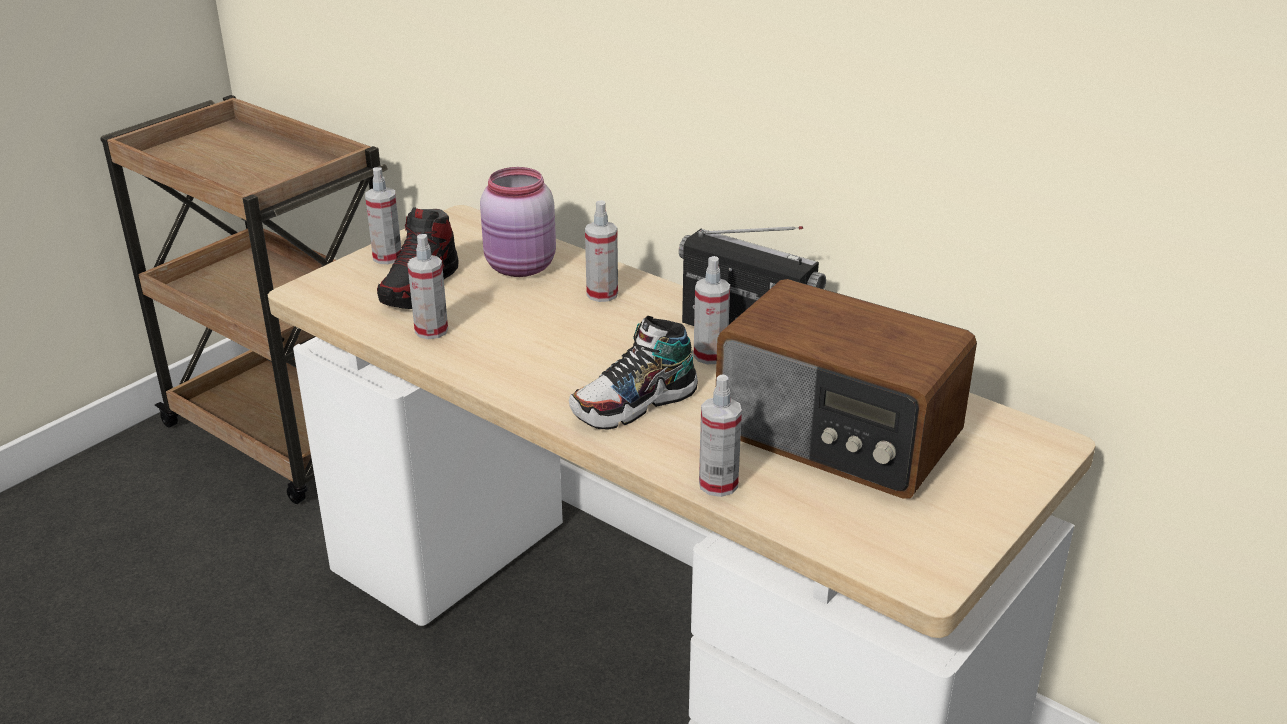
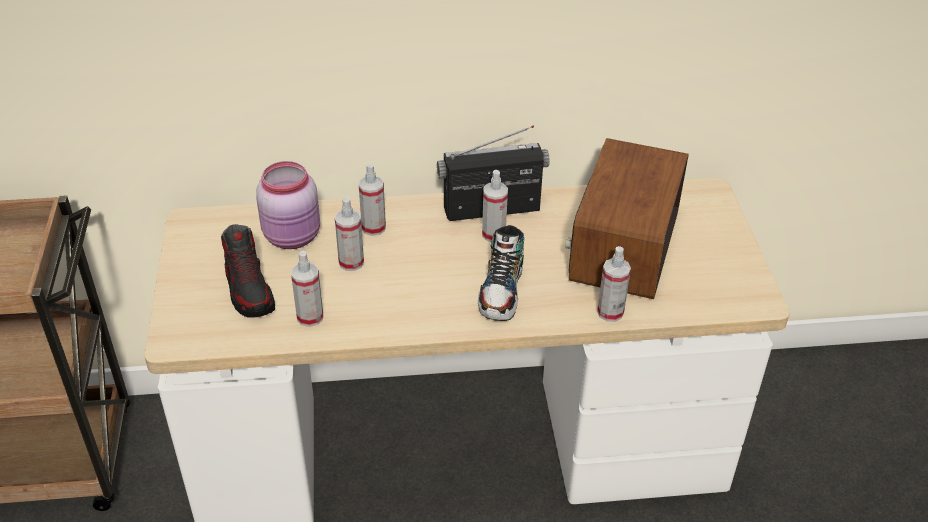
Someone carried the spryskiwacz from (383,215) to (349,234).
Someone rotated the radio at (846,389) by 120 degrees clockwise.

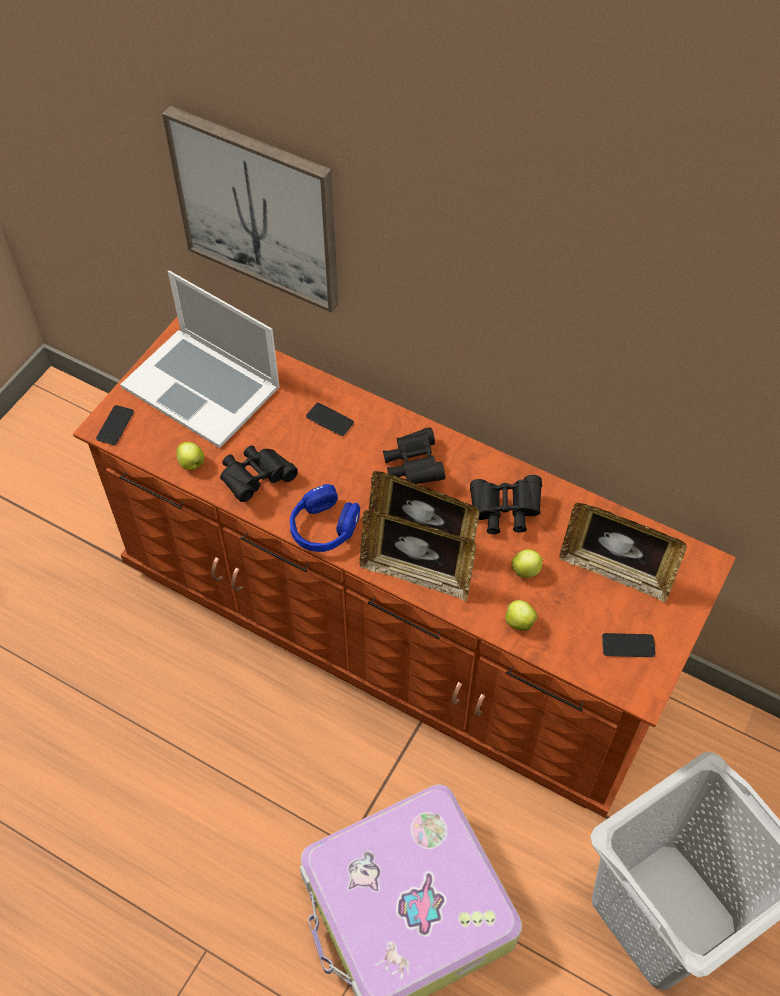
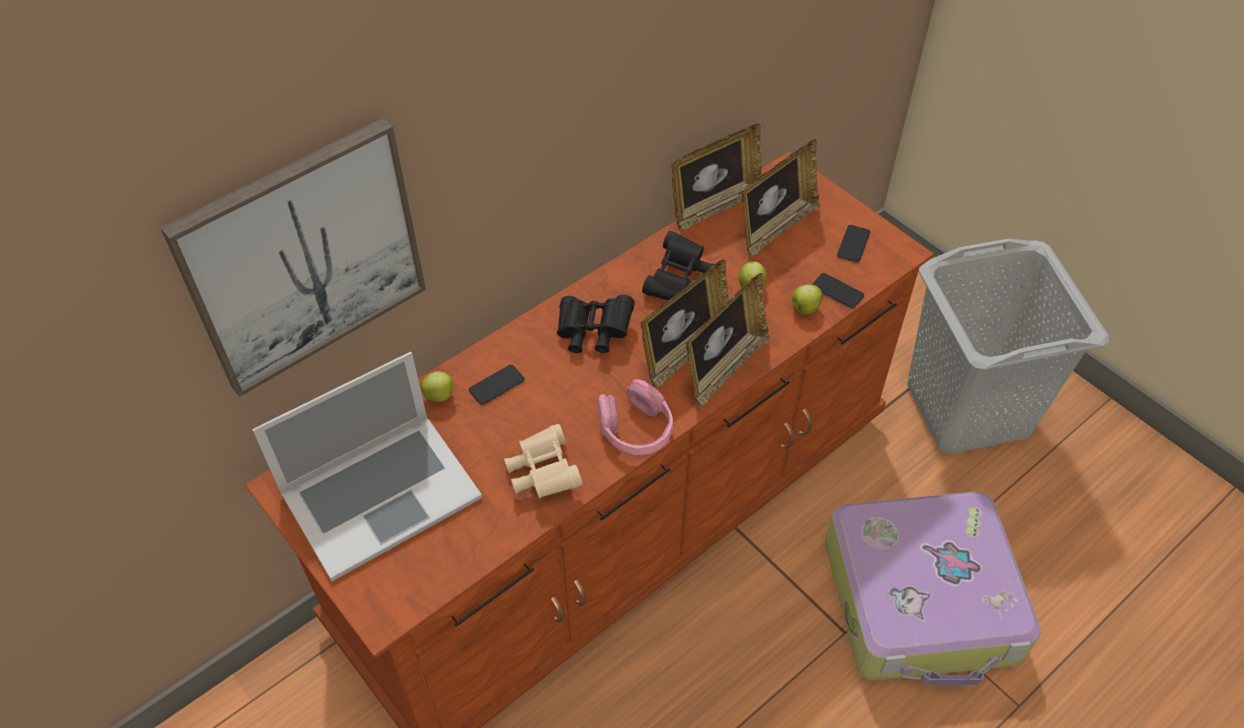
Someone put down the ramka na zdjęcie at (716,177).
Someone carried the telefon from (115,425) to (838,290).
Someone carried the jabłko from (190,456) to (438,386).
Someone repainted the lornetka/czarny at (259,474), which became the lornetka/beżowy at (543,461).
Someone repainted the słuchawki/niebieski at (325,518), which became the słuchawki/różowy at (635,417).

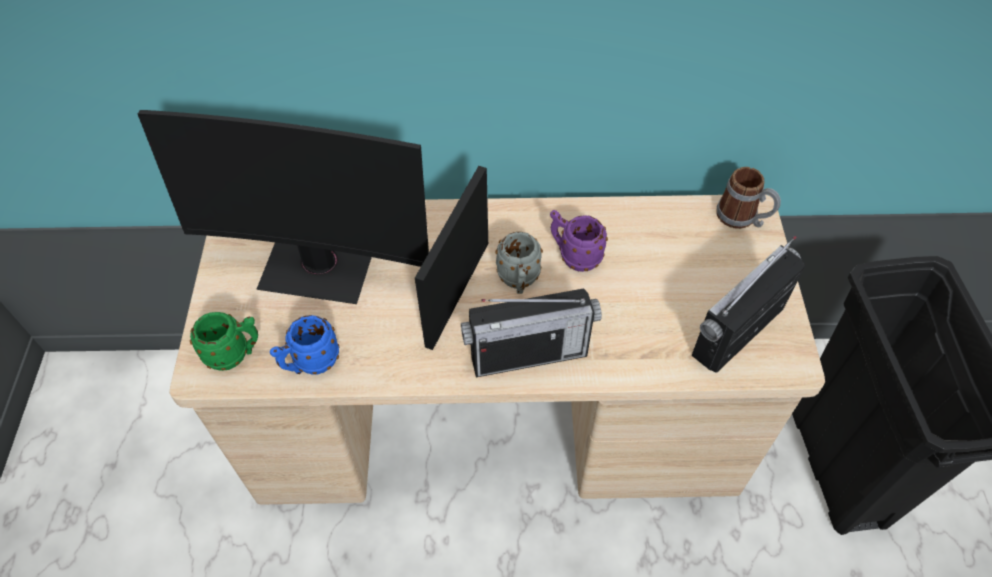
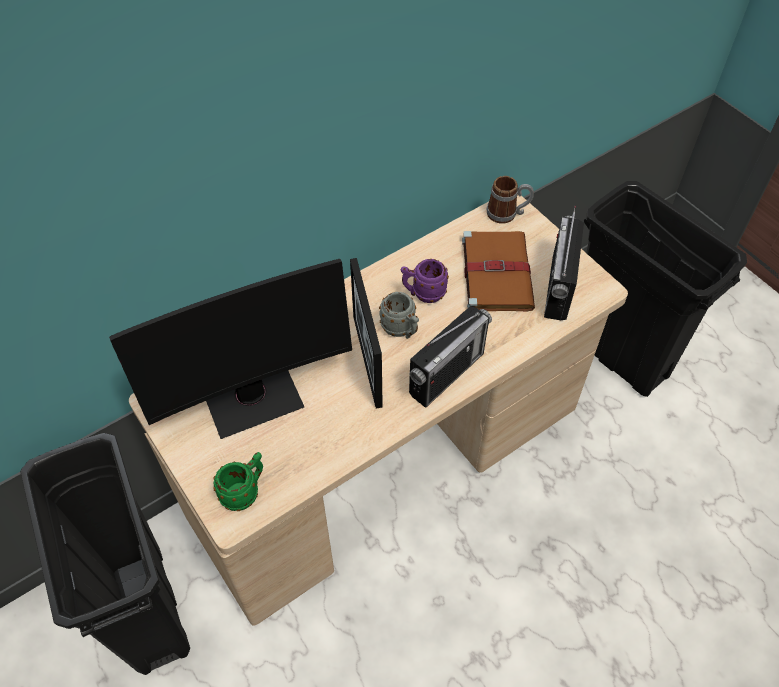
Someone took away the kubek/niebieski at (304,344).
Someone put down the kosz na śmieci/czarny at (105,554).
Someone put down the książka/brązowy at (498,271).

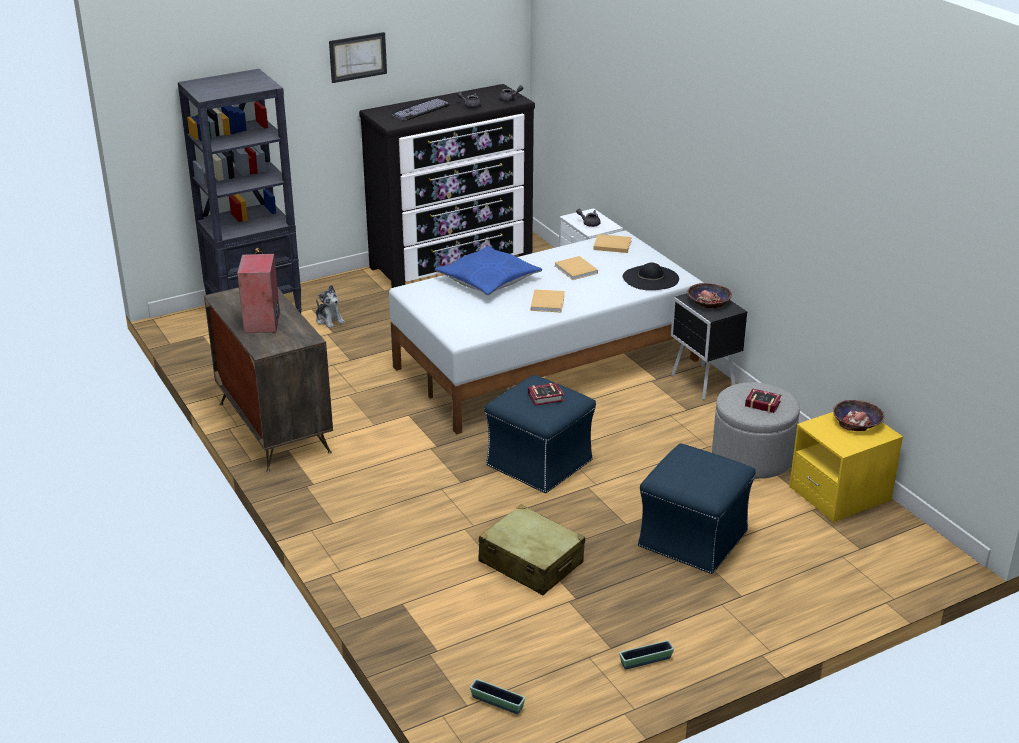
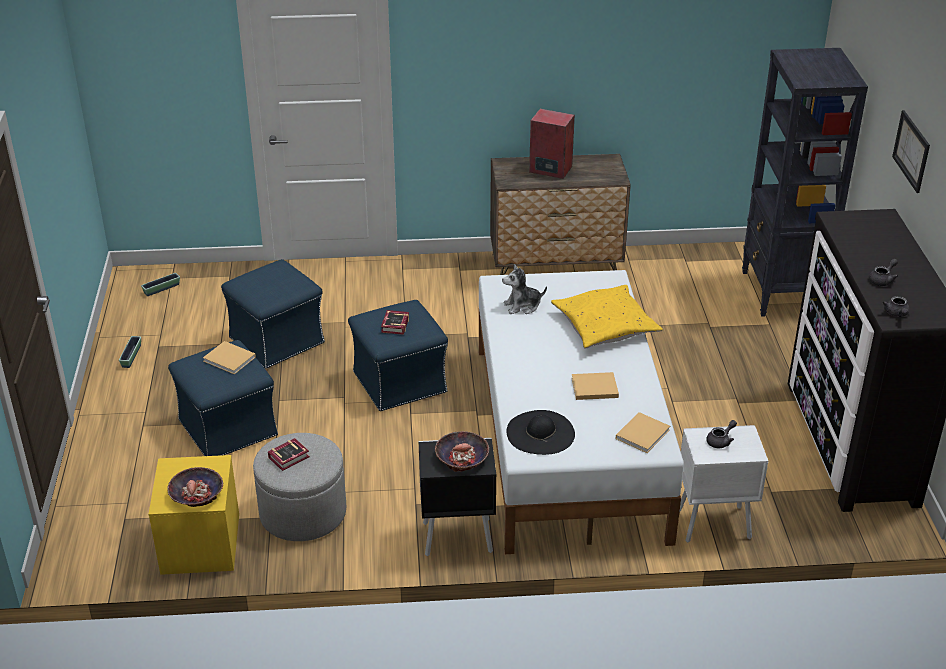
Someone took away the klawiatura at (420,110).
Someone carried the pluszak from (330,306) to (524,289).
Someone carried the książka/beżowy from (548,301) to (229,357).
Someone swapped the walizka/beżowy at (531,550) for the pufa/niebieski at (273,314).
Someone repainted the poduszka/niebieski at (488,270), which became the poduszka/żółty at (607,317).

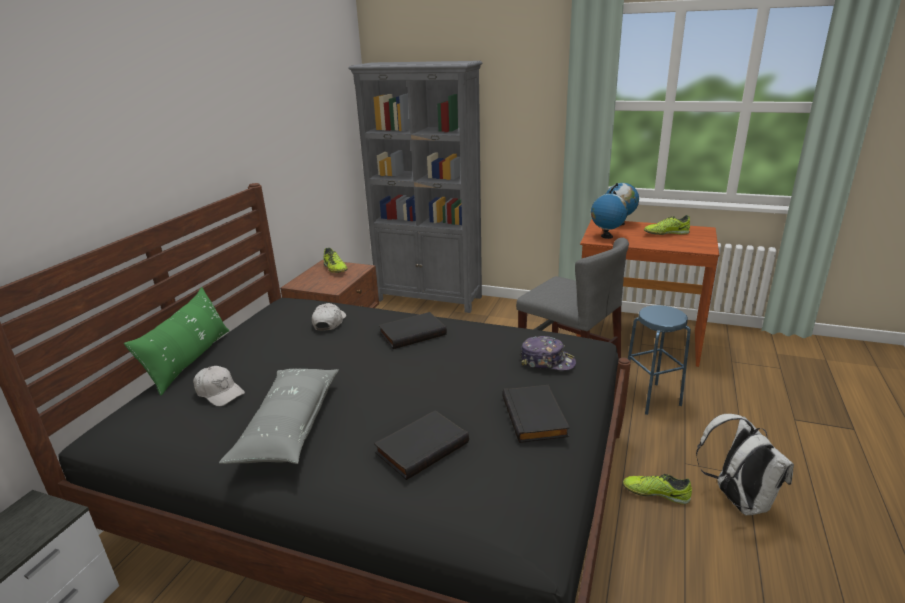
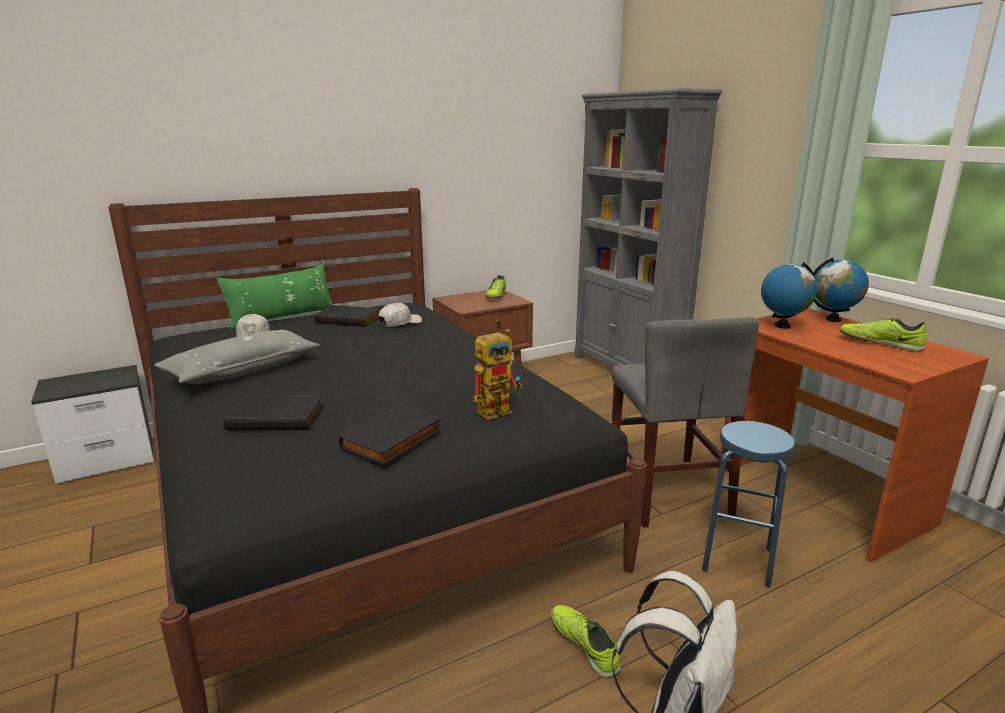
Someone carried the książka/czarny from (413,330) to (347,316).
Someone swapped the czapka z daszkiem at (548,353) for the robot zabawkowy at (497,374).

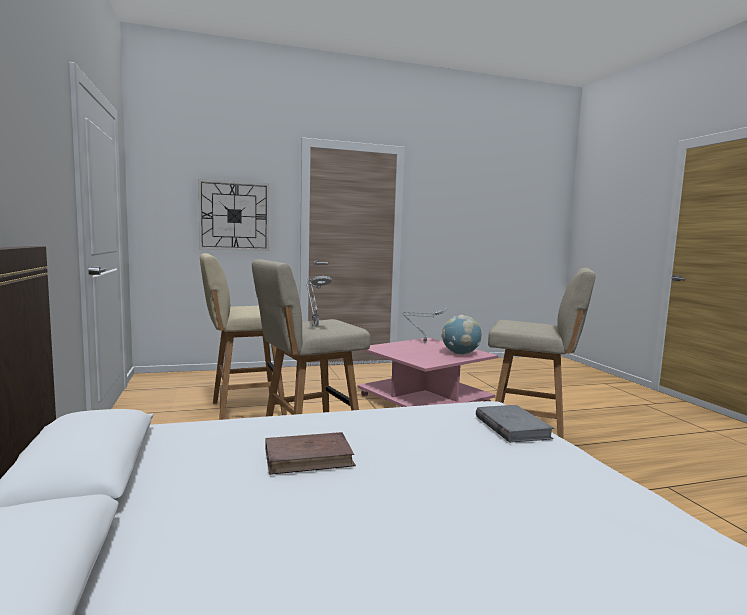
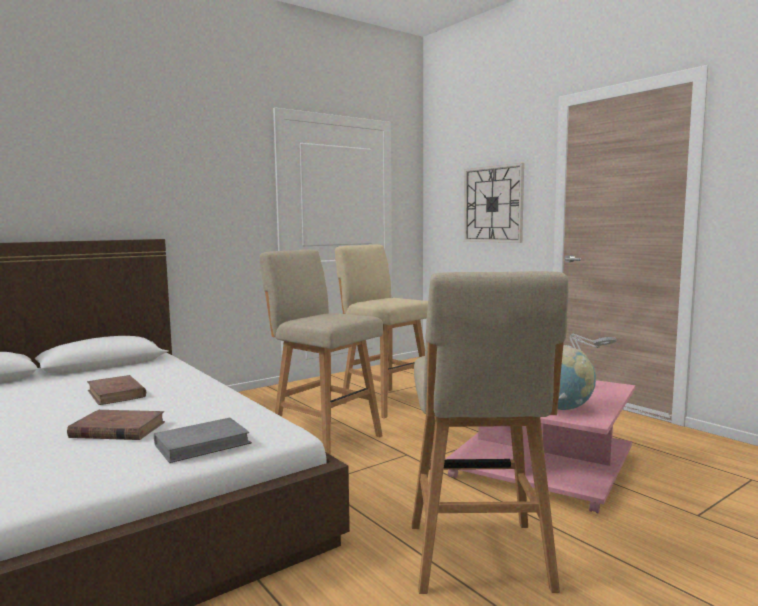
Someone took away the lampa stołowa/szary at (319,301).
Someone put down the książka/brązowy at (116,425).

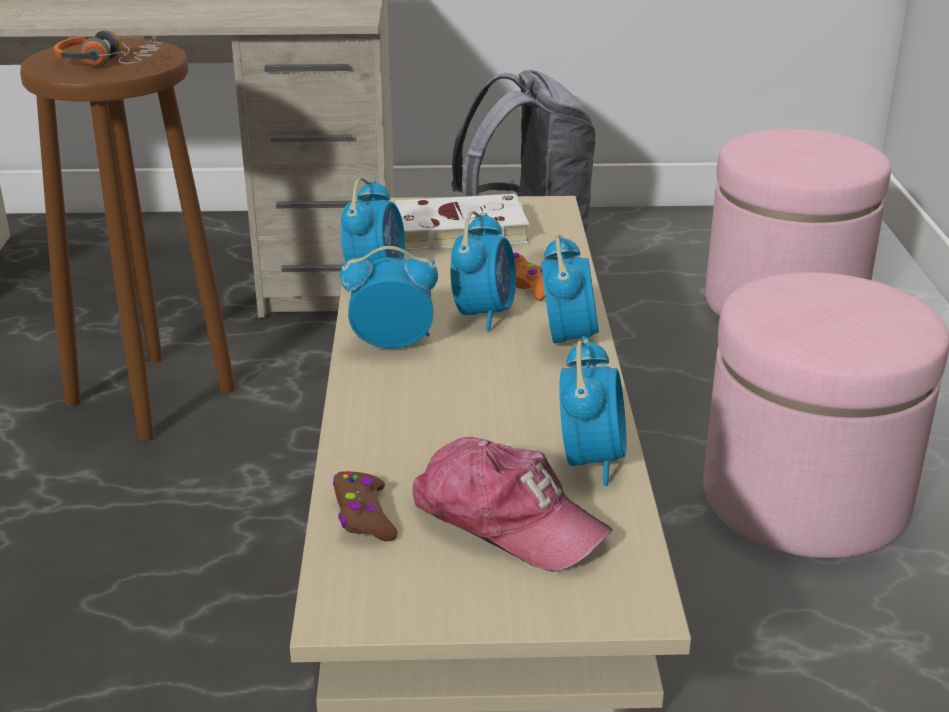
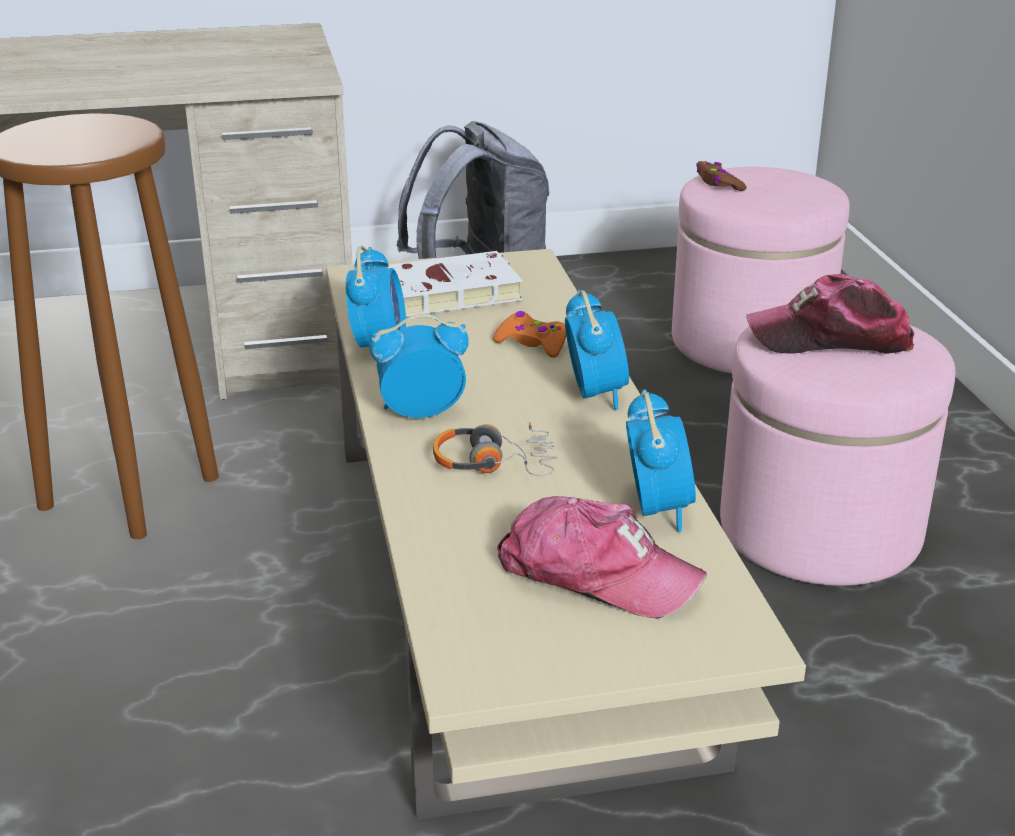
Someone took away the budzik at (483,271).
Someone put down the czapka z daszkiem at (830,314).
Someone carried the słuchawki from (108,48) to (495,449).
Someone carried the pad do gier/brązowy from (365,506) to (721,176).

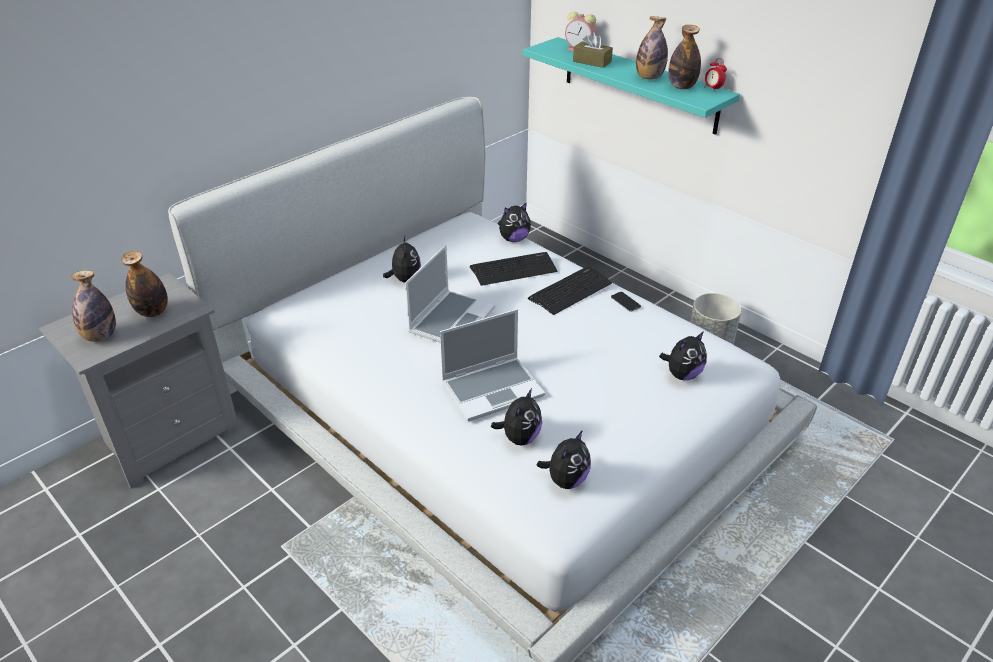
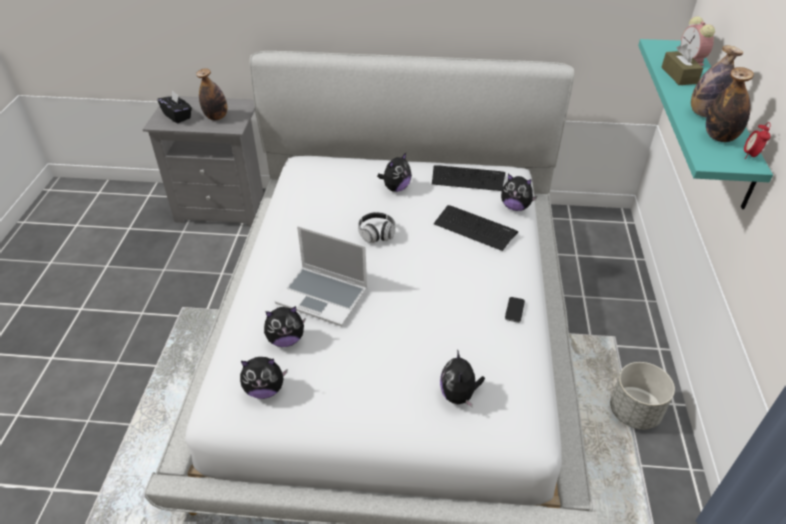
Someone carried the klawiatura from (570,290) to (468,178).
Someone swapped the butelka at (93,306) for the pudełko chusteczek/czarny at (174,107).
Someone swapped the laptop at (450,293) for the słuchawki at (376,227).
Someone rotated the pluszak at (683,355) by 75 degrees clockwise.

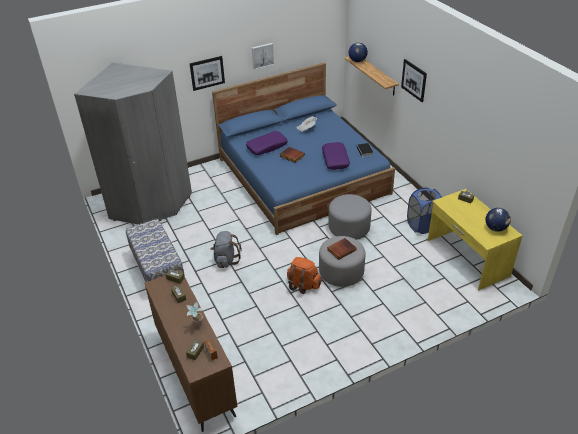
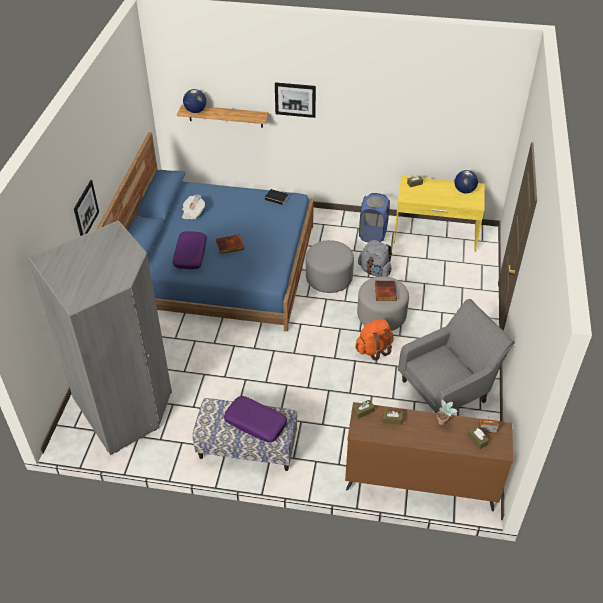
Someone took away the obraz at (263,56).
Someone put down the fotel/szary at (456,356).
Someone carried the plecak/szary from (226,249) to (375,258).
Someone carried the poduszka/fioletowy from (336,156) to (255,419).

